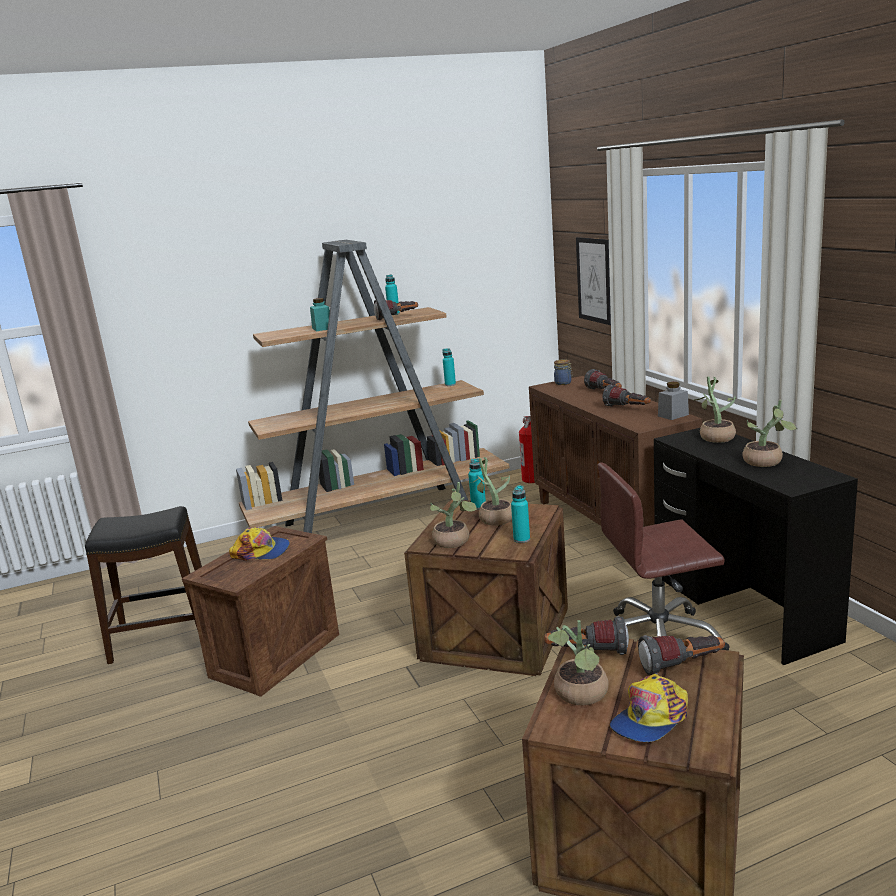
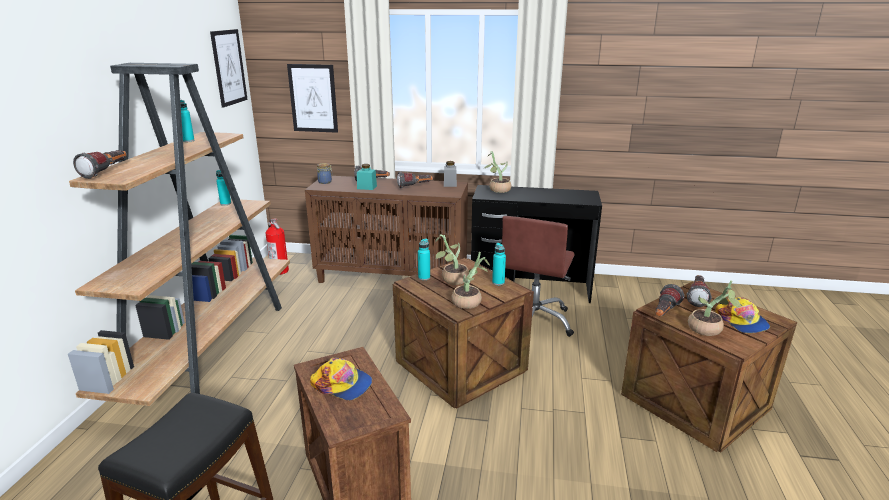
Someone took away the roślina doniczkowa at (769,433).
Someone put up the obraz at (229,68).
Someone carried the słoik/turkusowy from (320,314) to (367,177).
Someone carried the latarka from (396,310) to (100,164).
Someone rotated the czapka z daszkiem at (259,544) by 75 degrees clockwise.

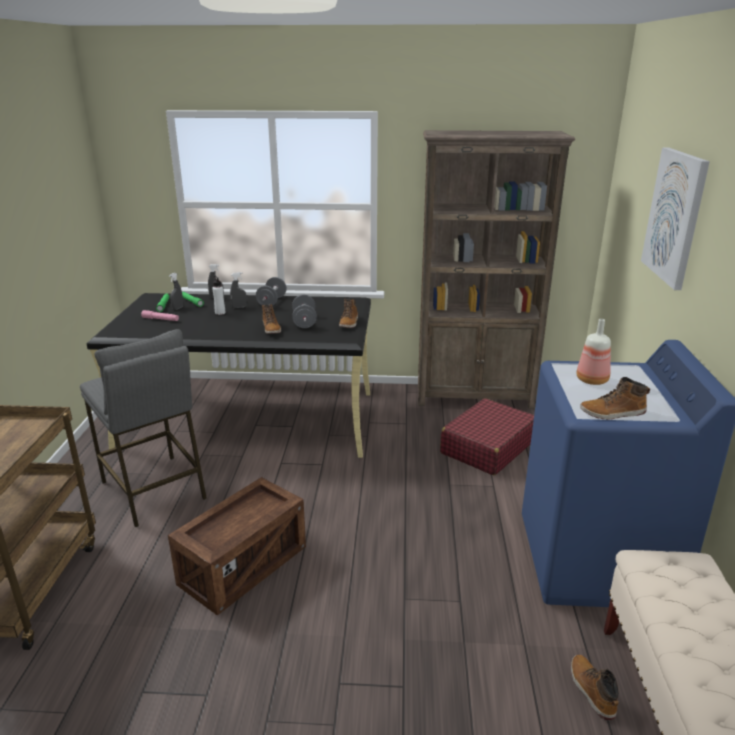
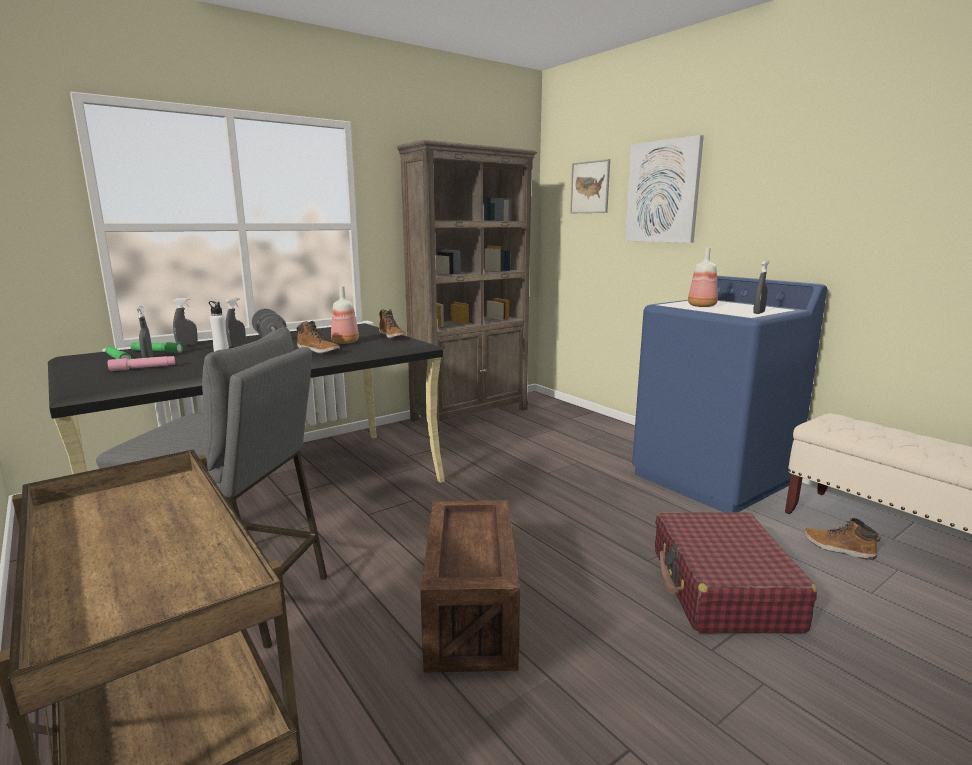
Someone put up the obraz at (590,186).
Someone carried the walizka/czerwony from (487,436) to (736,573).
Someone swapped the hantel/szary at (304,311) for the butelka at (345,315).
Someone swapped the but z cholewką at (615,398) for the spryskiwacz/szary at (761,287).

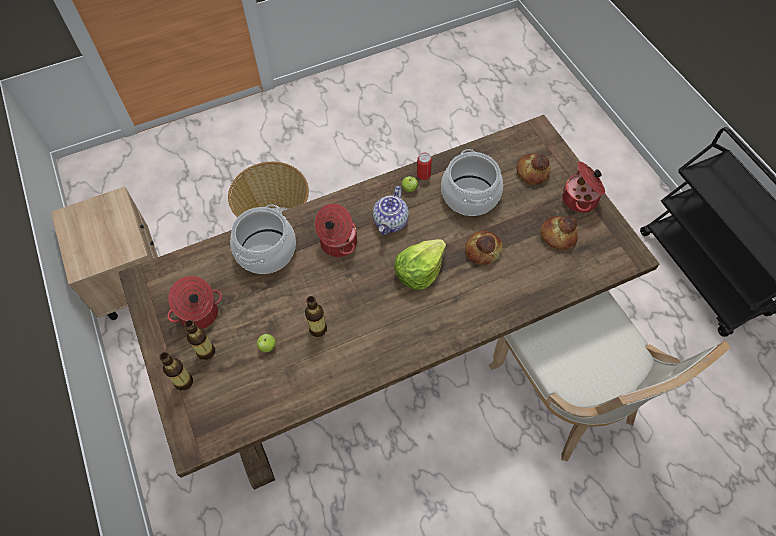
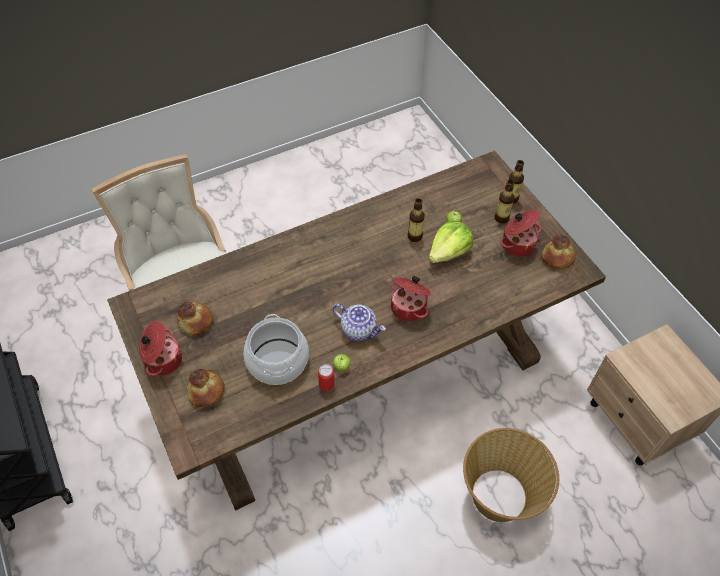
Someone took away the garnek at (263,239).
Someone carried the sałata from (420,264) to (451,242).
Someone carried the chleb from (484,248) to (558,252).
Someone rotated the imbryk at (391,210) by 105 degrees clockwise.

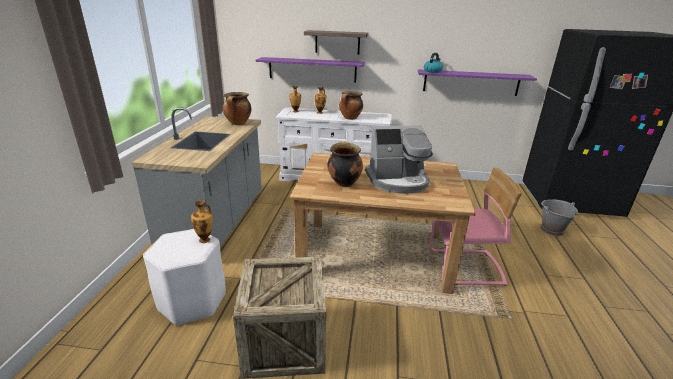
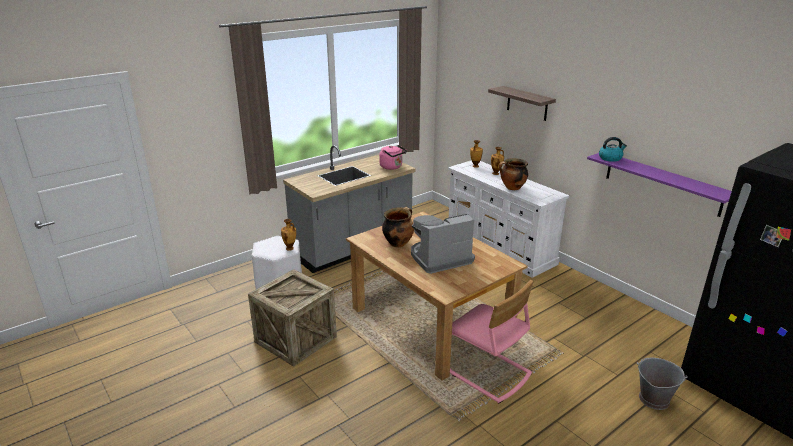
Someone took away the półka/fioletowy at (310,70).
Someone swapped the garnek at (237,108) for the czajnik/różowy at (393,157).
Someone rotated the ekspres do kawy at (399,159) by 120 degrees clockwise.

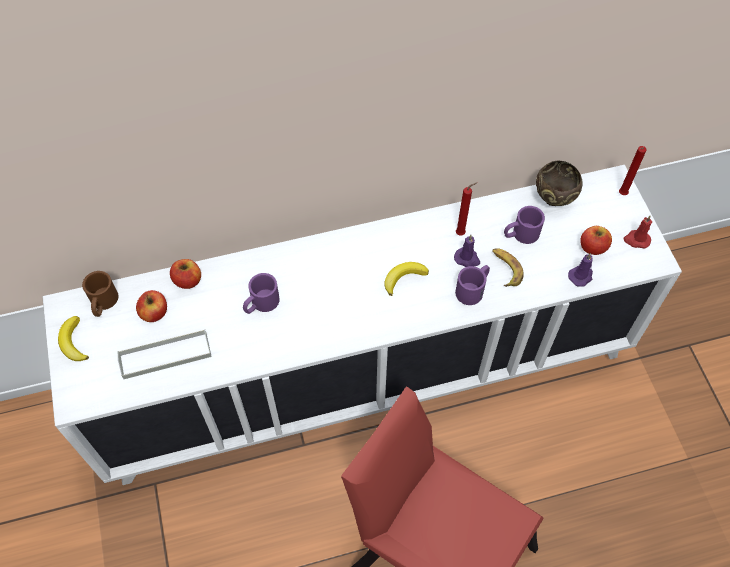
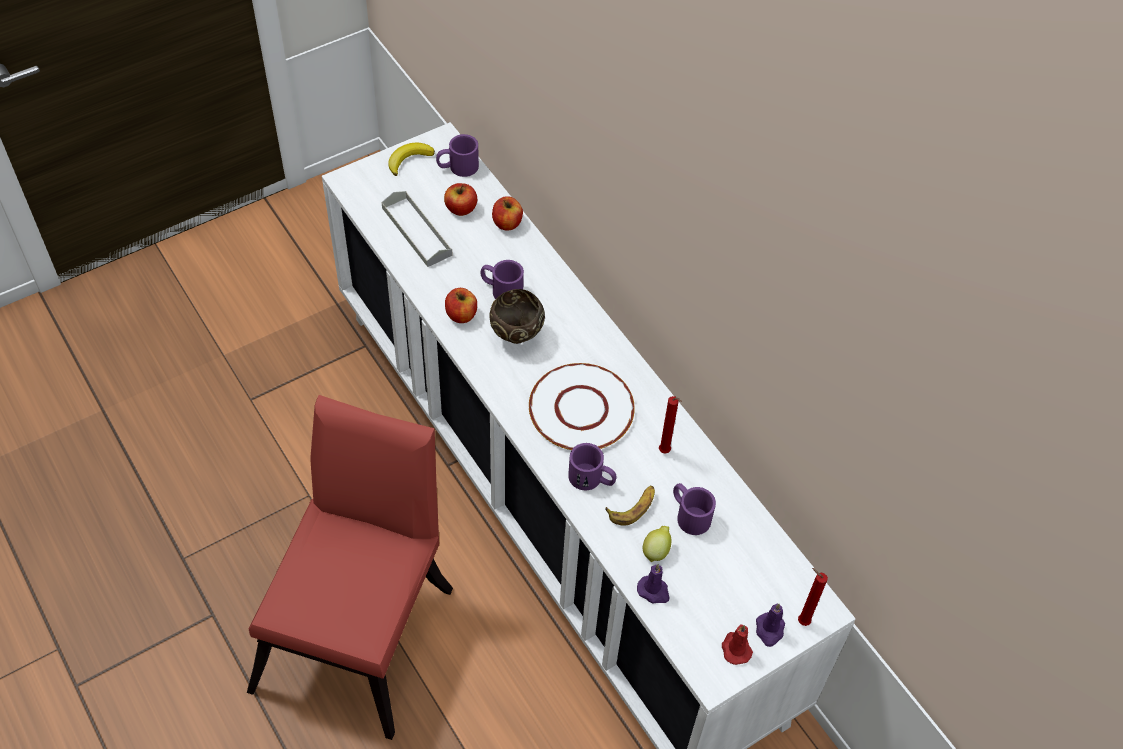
Someone put down the cytryna at (657,544).
Someone carried the świeca/fioletowy from (467,251) to (770,625).
Someone carried the miska/brązowy from (559,183) to (517,316).
Someone carried the jabłko from (596,240) to (461,305).
Someone swapped the banan at (406,279) for the talerz/biały at (582,406).
Someone repainted the kubek/brązowy at (100,294), which became the kubek/fioletowy at (457,155).

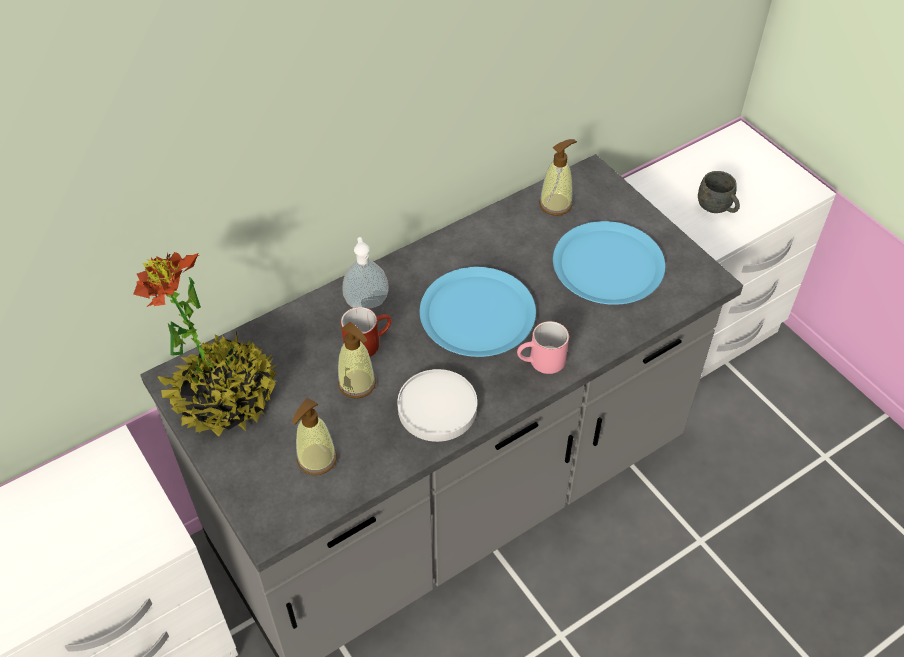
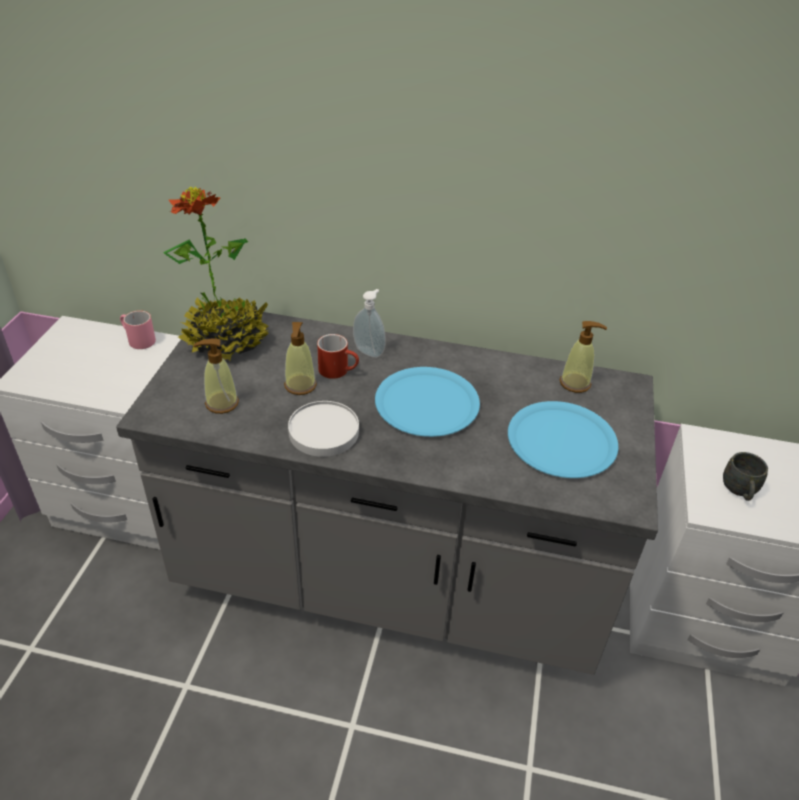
Someone carried the kubek/różowy from (543,347) to (138,329).

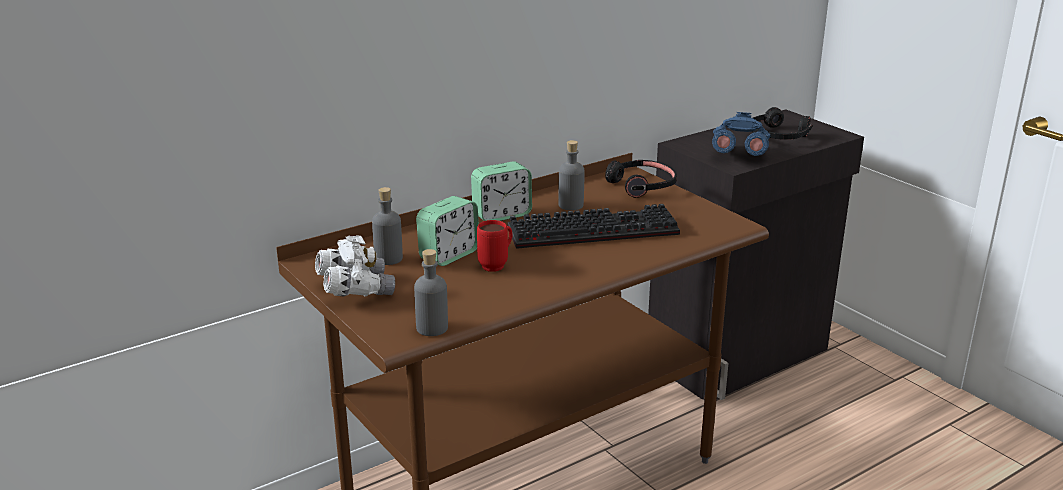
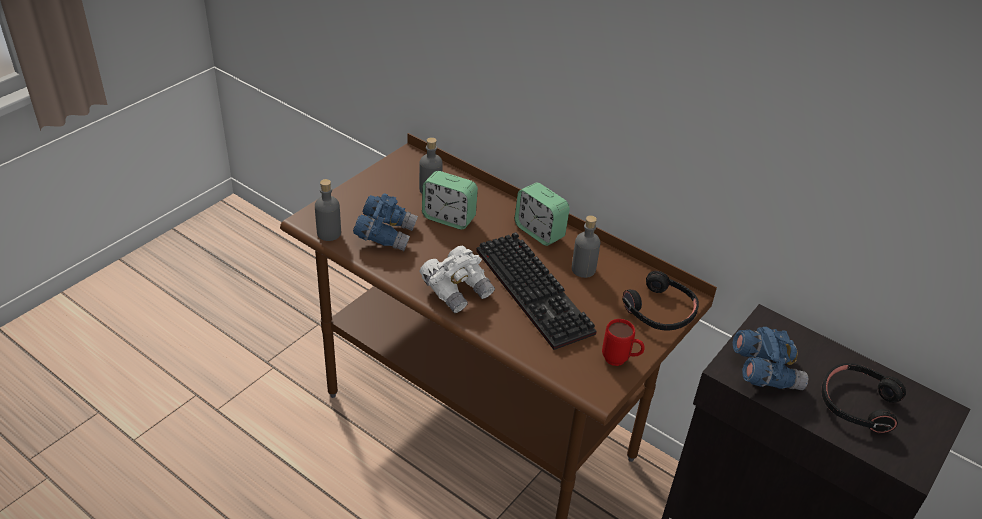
Someone put down the lornetka/niebieski at (385,222).
Someone carried the lornetka/biały from (355,266) to (457,279).
Someone carried the kubek/czerwony from (495,246) to (623,342).

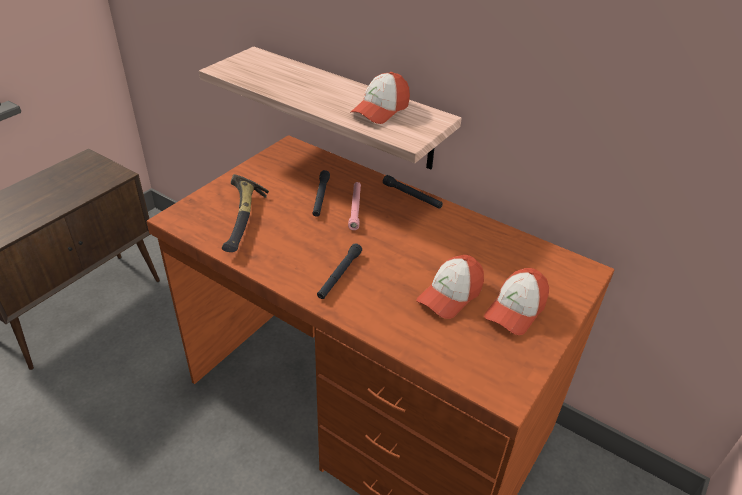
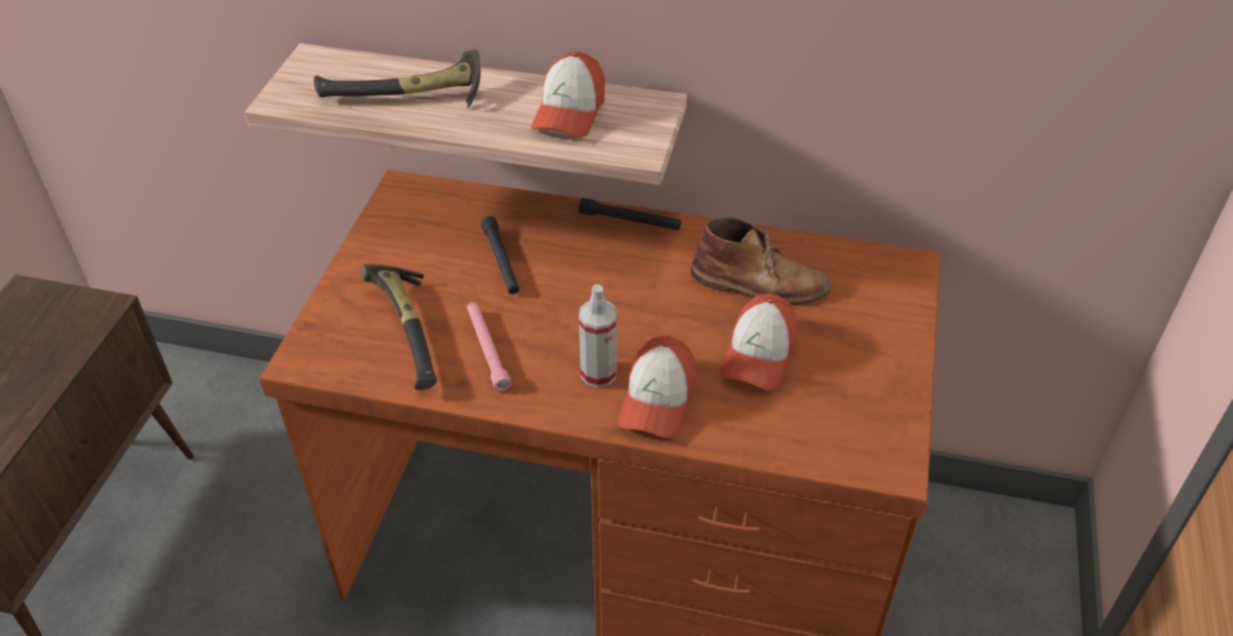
Someone put down the młotek at (397,79).
Someone put down the but z cholewką/brązowy at (761,260).
Someone carried the latarka/różowy from (354,206) to (489,346).
Someone carried the czapka z daszkiem from (516,301) to (656,387).
Someone swapped the latarka/czarny at (339,271) for the spryskiwacz at (598,336).

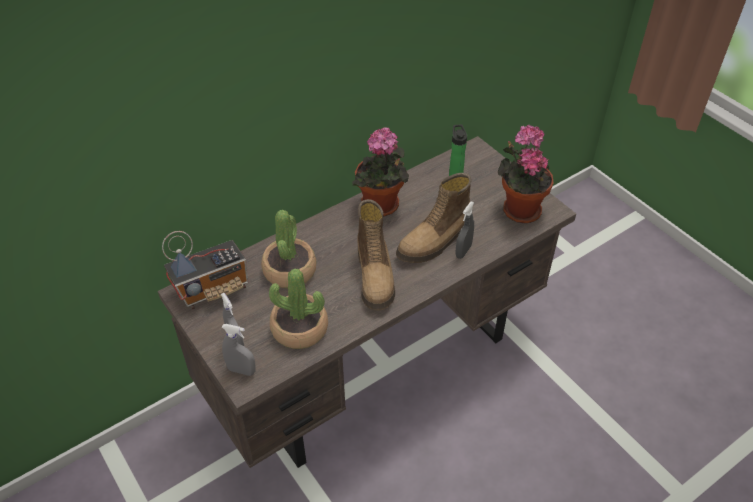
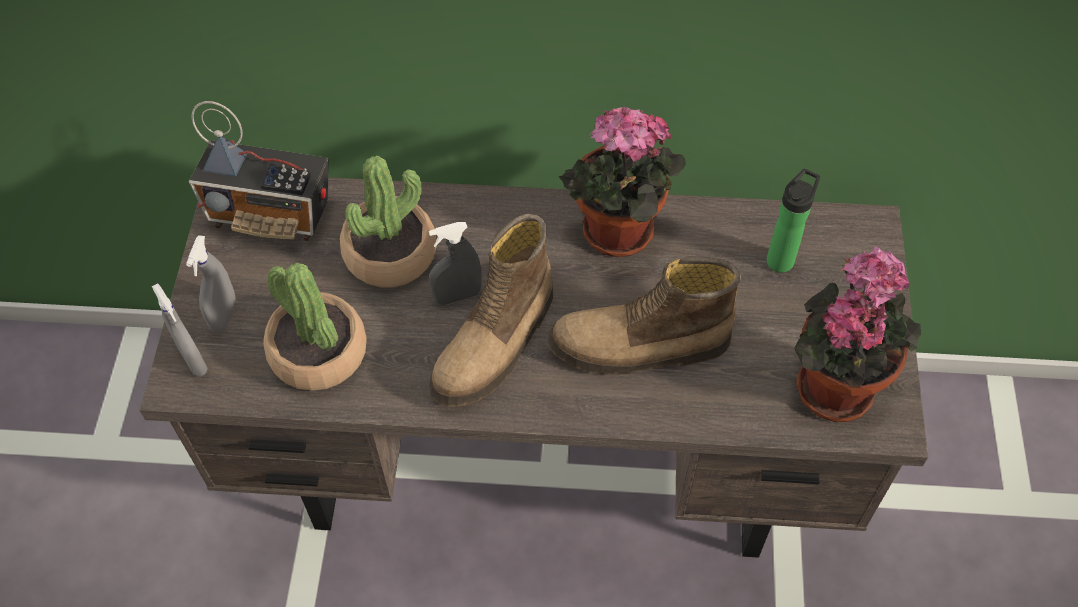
Someone carried the spryskiwacz/szary from (464,230) to (455,263).

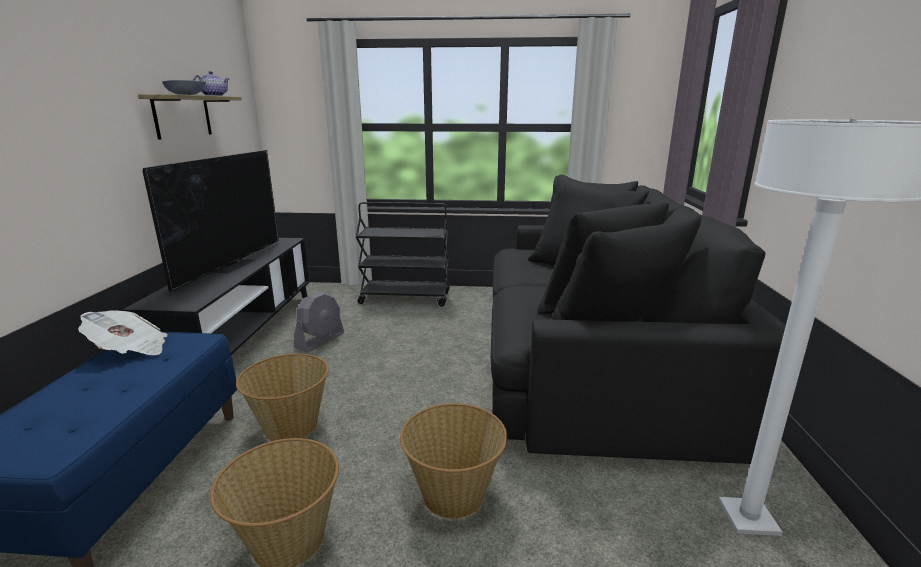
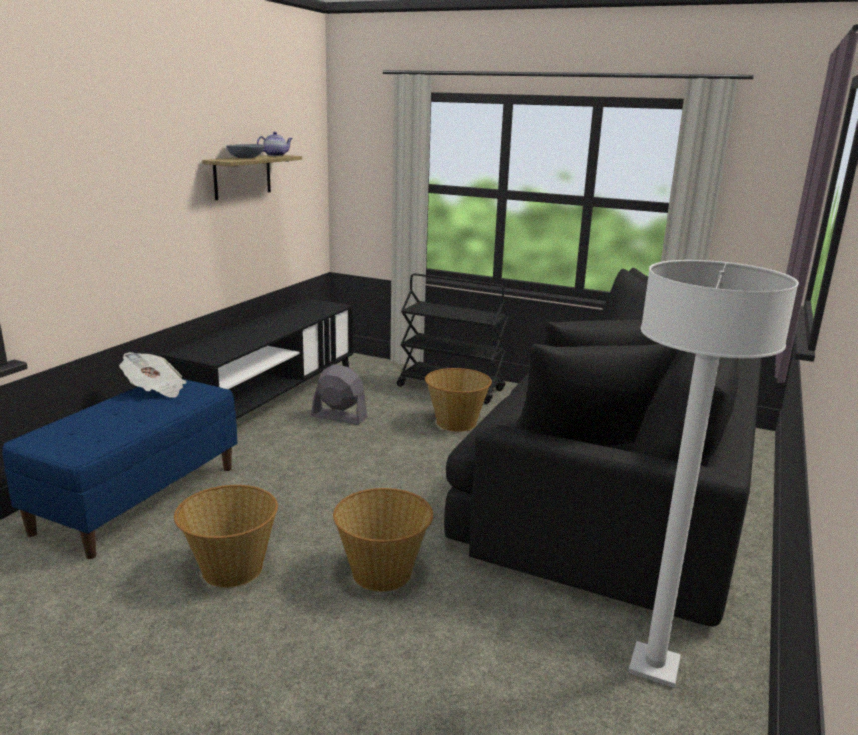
Someone took away the telewizor at (211,220).
Someone carried the koszyk from (282,397) to (458,400).
Someone rotated the wentylator/szary at (319,321) by 120 degrees counterclockwise.

